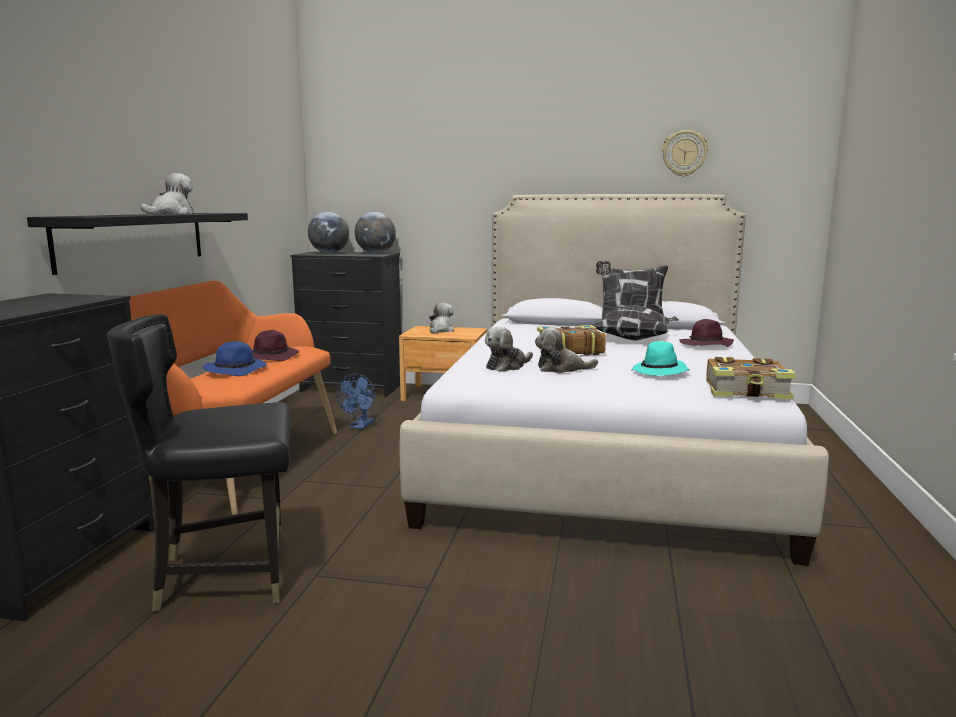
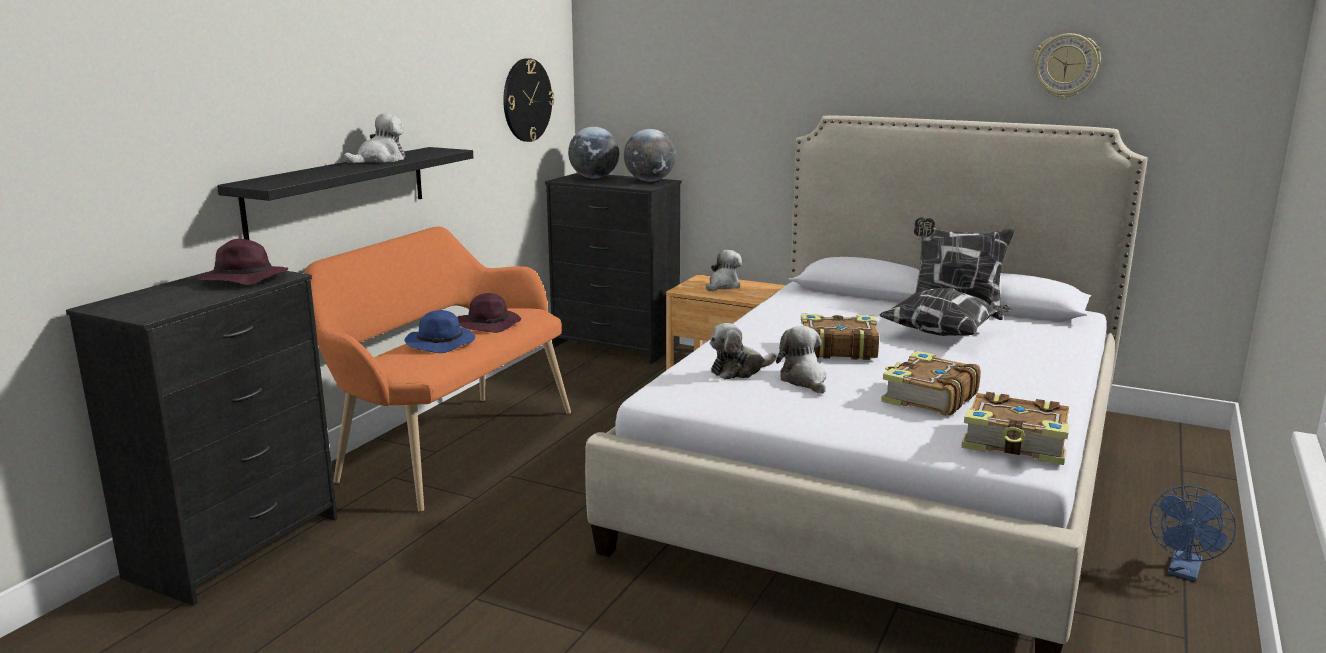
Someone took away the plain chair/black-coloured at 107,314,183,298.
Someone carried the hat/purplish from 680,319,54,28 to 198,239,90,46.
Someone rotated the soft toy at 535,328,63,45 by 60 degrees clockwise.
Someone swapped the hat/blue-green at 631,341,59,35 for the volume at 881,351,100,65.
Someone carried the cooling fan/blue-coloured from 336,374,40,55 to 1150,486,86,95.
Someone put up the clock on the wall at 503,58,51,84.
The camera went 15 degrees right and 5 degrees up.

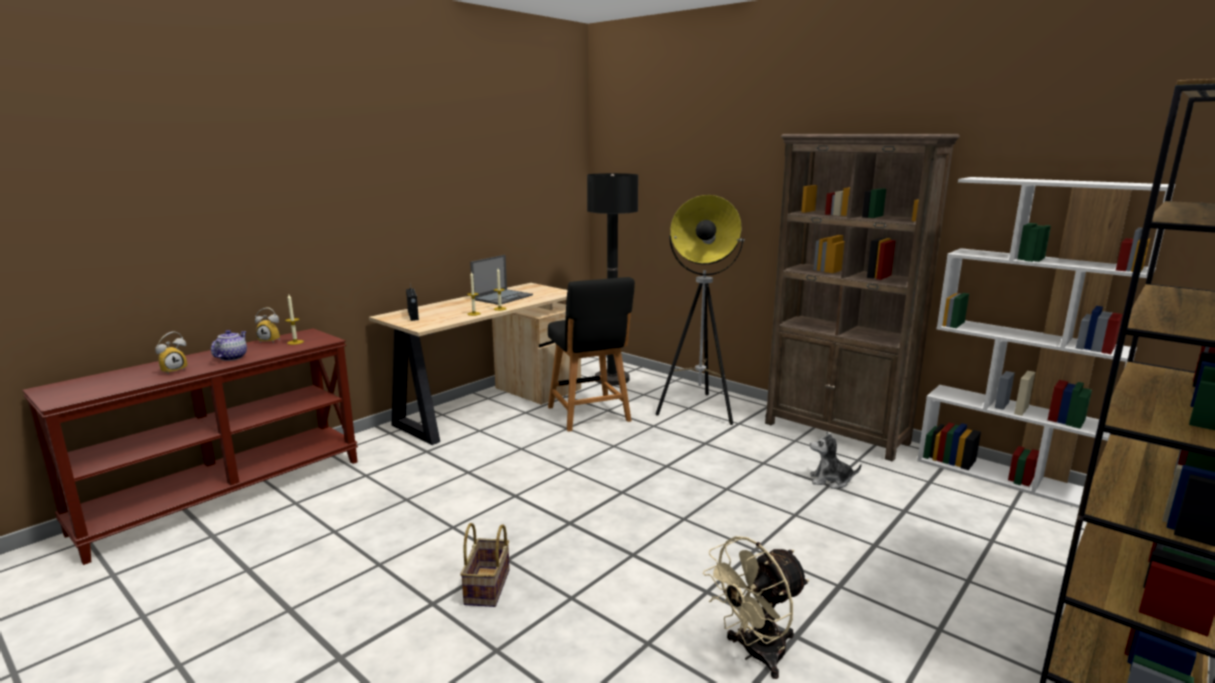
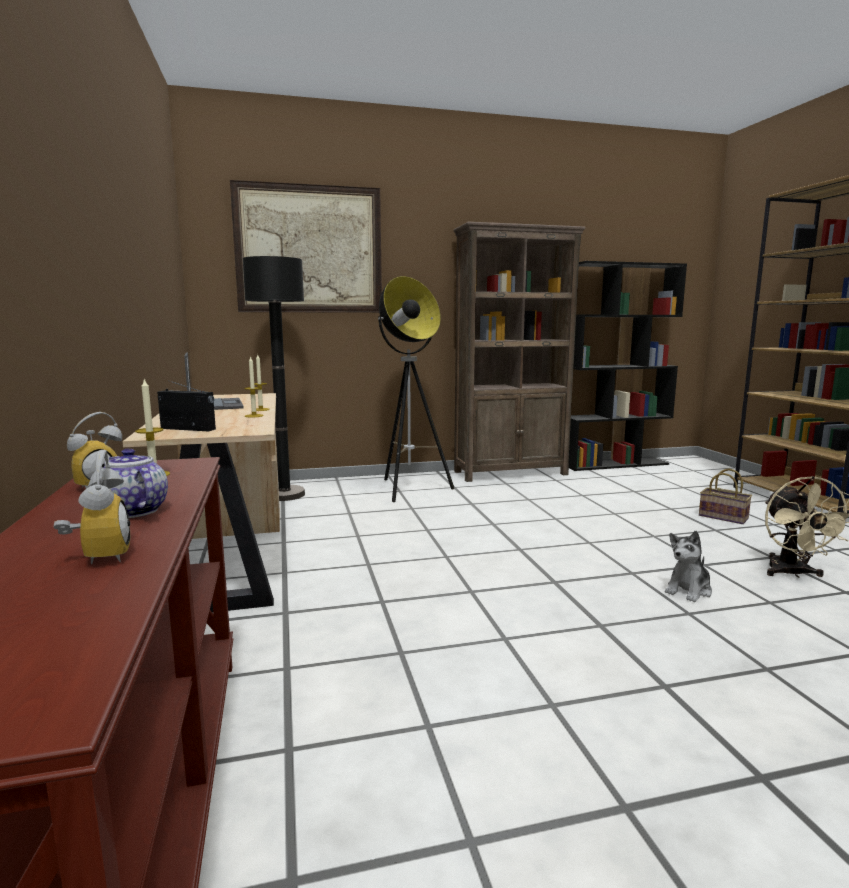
Someone repainted the bookcase/white at 917,177,258,331, which became the bookcase/black-coloured at 568,261,119,210.
Someone took away the plain chair/black-coloured at 548,277,87,155.
Someone carried the soft toy from 810,432,52,57 to 665,531,47,71.
Someone carried the basket from 460,523,50,84 to 699,469,53,55.
Someone put up the wall picture at 230,180,152,133.
The camera went 55 degrees left and 5 degrees down.

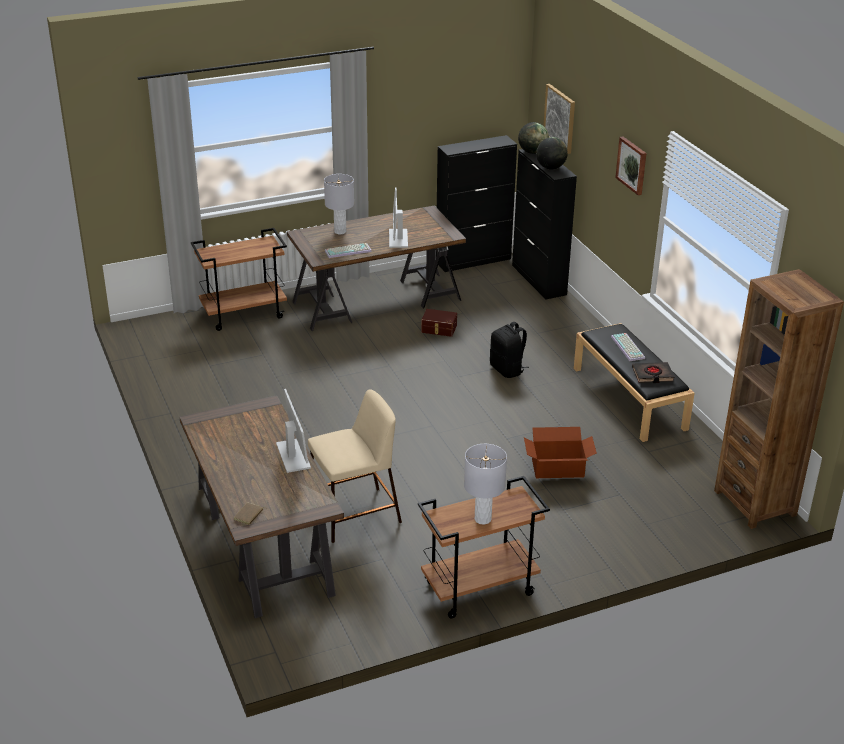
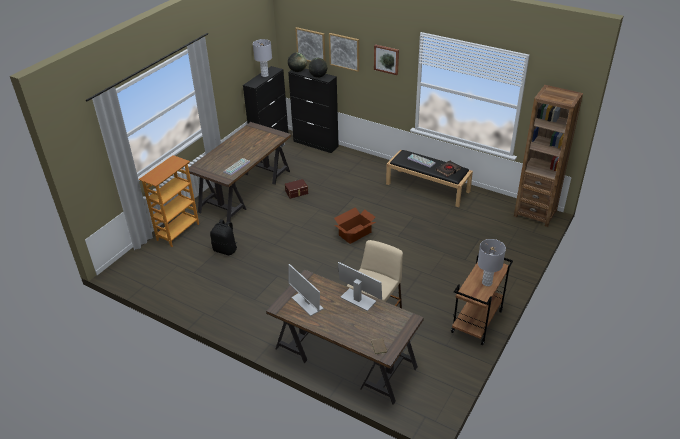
Someone carried the table lamp/gray from 324,174,30,60 to 253,39,19,38.
Someone carried the computer screen from 389,187,19,61 to 288,264,36,52.
Someone swapped the cart/brown-coloured at 191,228,96,103 for the bookcase at 139,155,60,92.
Someone carried the backpack/black-coloured from 490,322,39,56 to 210,219,27,36.
Someone carried the cardboard box from 524,427,73,51 to 334,207,42,37.
Someone put up the wall picture at 329,33,30,39.
The camera went 35 degrees left and 5 degrees up.

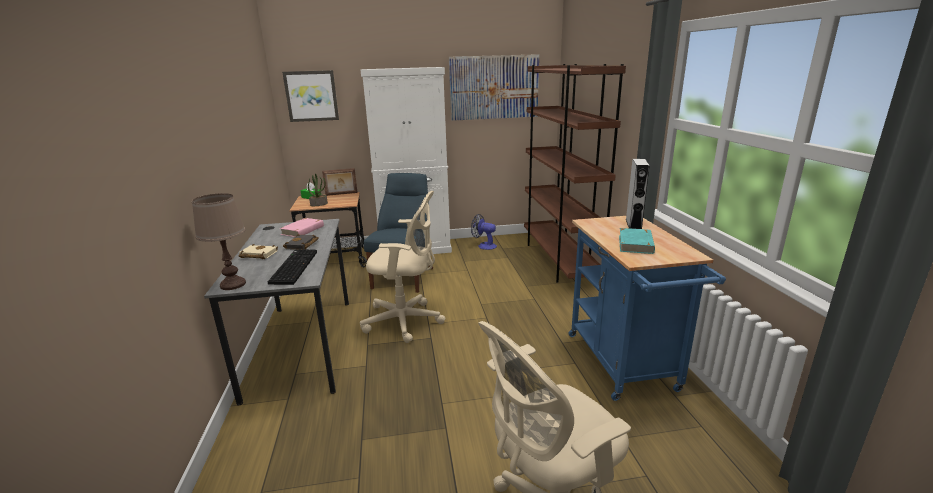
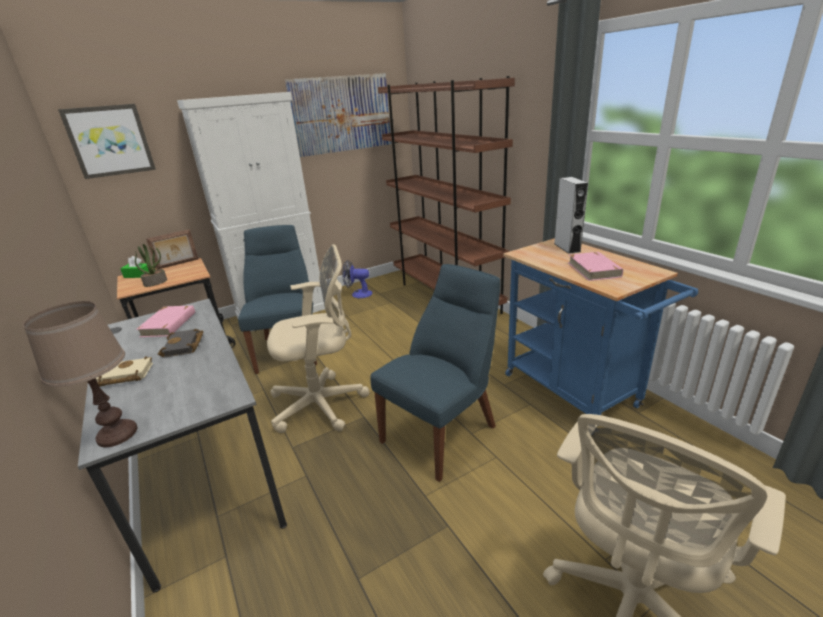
Someone repainted the volume/blue-green at 619,228,36,26, which became the volume/pink-coloured at 568,252,55,29.
Someone took away the computer keyboard at 268,249,49,36.
Someone put down the plain chair/blue-coloured at 370,264,130,218.
The camera went 20 degrees left and 5 degrees up.

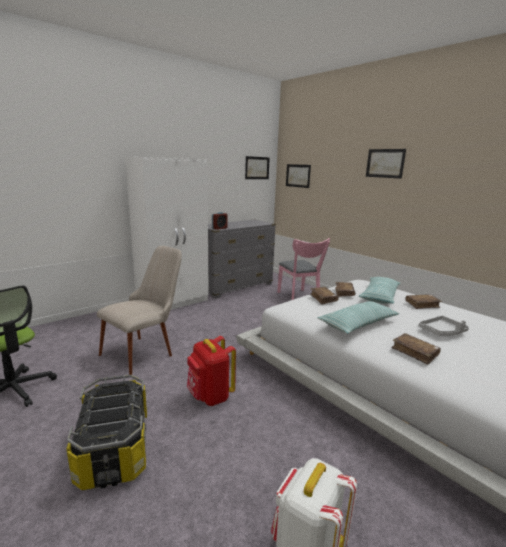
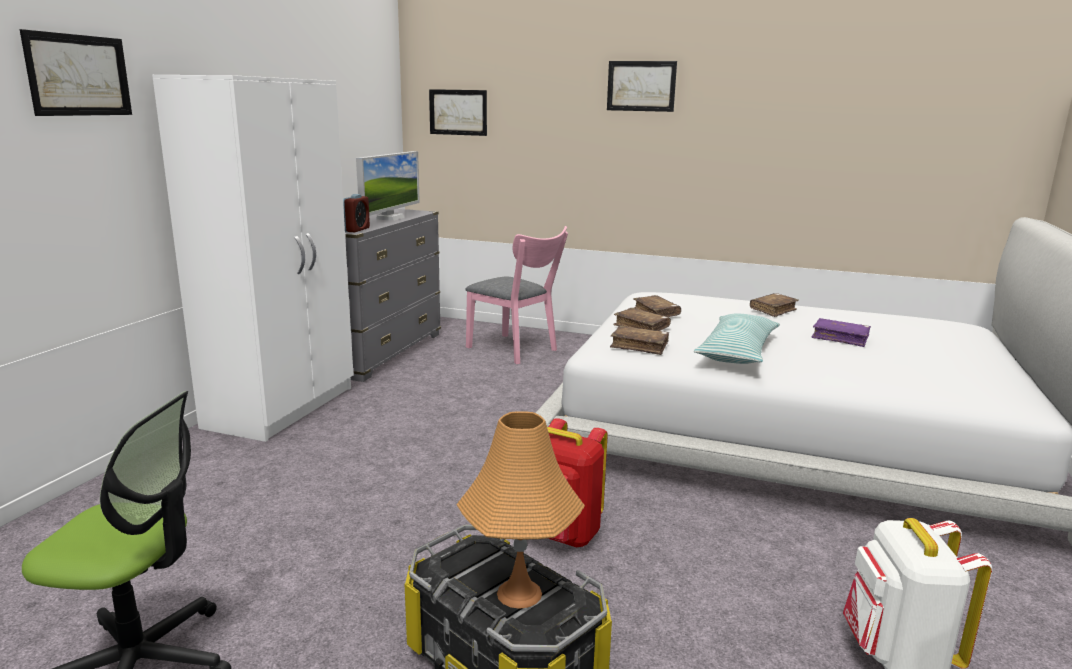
Someone carried the wall picture from 245,156,25,23 to 20,29,112,87.
Someone took away the plain chair/sand-coloured at 97,246,85,129.
Someone took away the cushion at 359,277,42,27.
Someone swapped the serving tray/gray at 419,316,50,20 for the volume/purplish at 812,318,59,29.
Someone carried the volume/brown-coloured from 391,333,50,32 to 610,326,59,29.
Someone put down the computer screen at 356,151,64,70.
Someone put down the table lamp/orange at 456,411,129,198.
The camera went 30 degrees left and 0 degrees up.

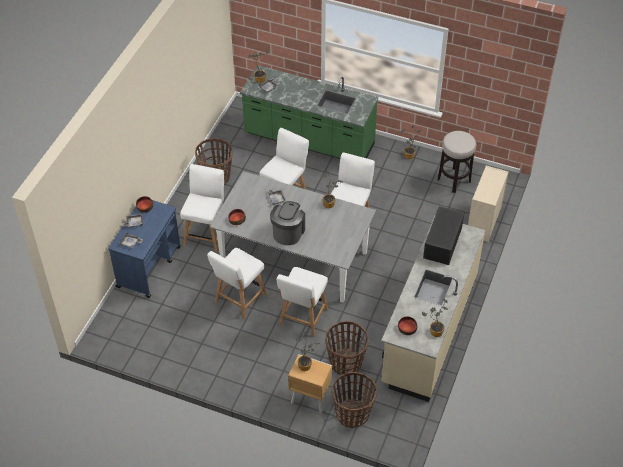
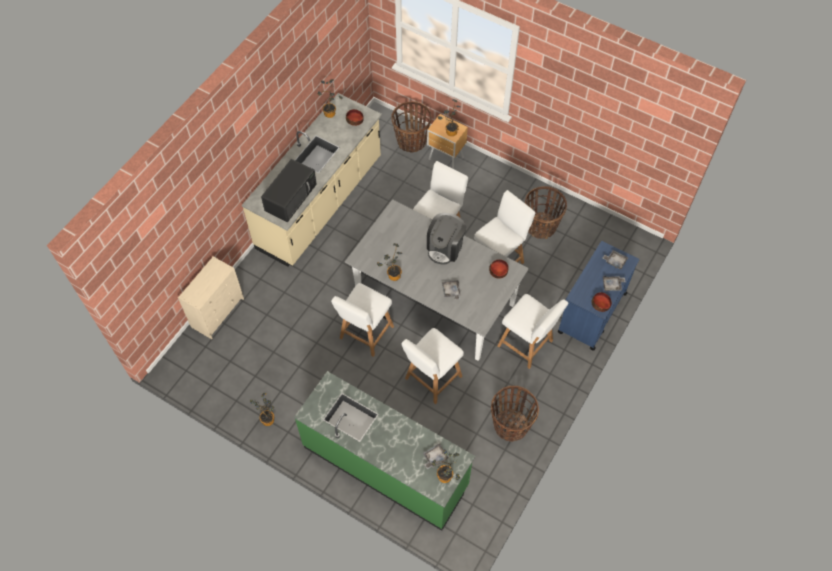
Someone took away the stool seat at 438,131,38,62.
Someone rotated the plain chair/white at 180,164,44,88 by 75 degrees counterclockwise.
Someone carried the basket from 325,321,44,54 to 525,186,42,53.
The camera went 170 degrees left and 10 degrees up.

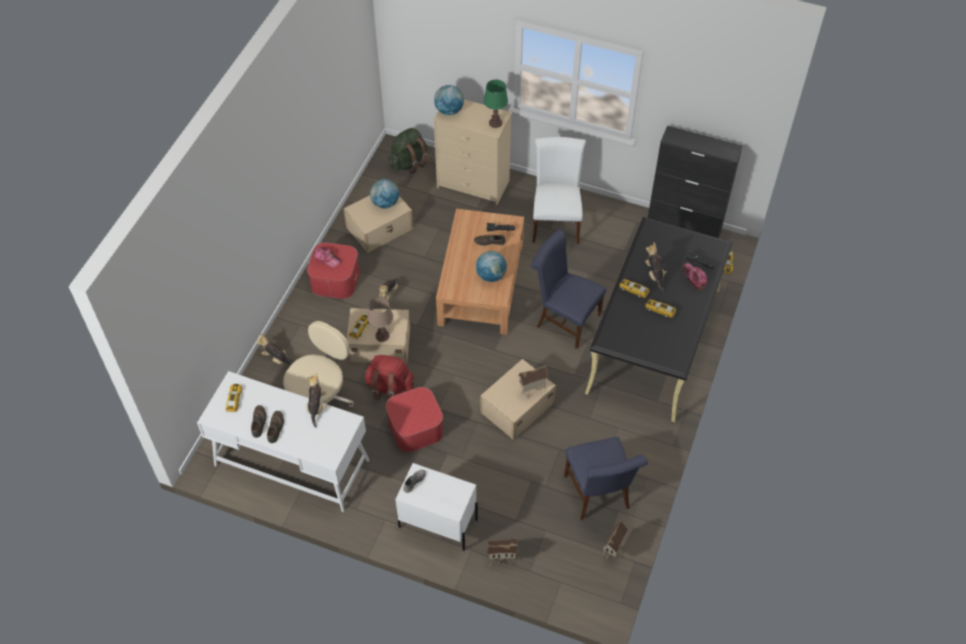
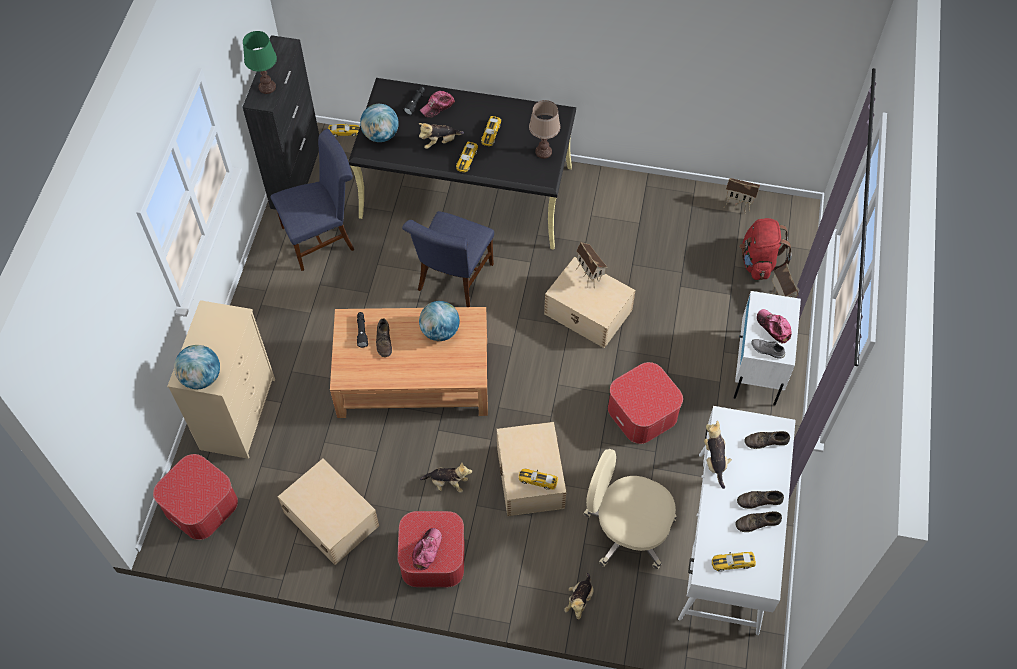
Someone carried the table lamp/greenish from 484,80,24,48 to 243,31,34,63.
Someone swapped the backpack/greenish at 389,128,39,46 for the ottoman at 153,454,85,86.
Someone took away the plain chair/white at 533,137,53,107.
Someone carried the desk globe from 370,179,29,29 to 360,104,39,38.
Someone carried the table lamp/brown-coloured from 367,297,26,45 to 529,100,31,59.
Someone carried the backpack/red from 364,355,50,45 to 739,218,53,62.
Someone rotated the soft toy at 306,373,21,55 by 90 degrees clockwise.
Someone carried the plain chair/blue-coloured from 564,437,84,83 to 271,129,83,142.
Someone put down the baseball cap at 757,309,35,35.
Someone put down the shoe/brown-coloured at 744,431,46,18.
The camera went 100 degrees left and 5 degrees up.

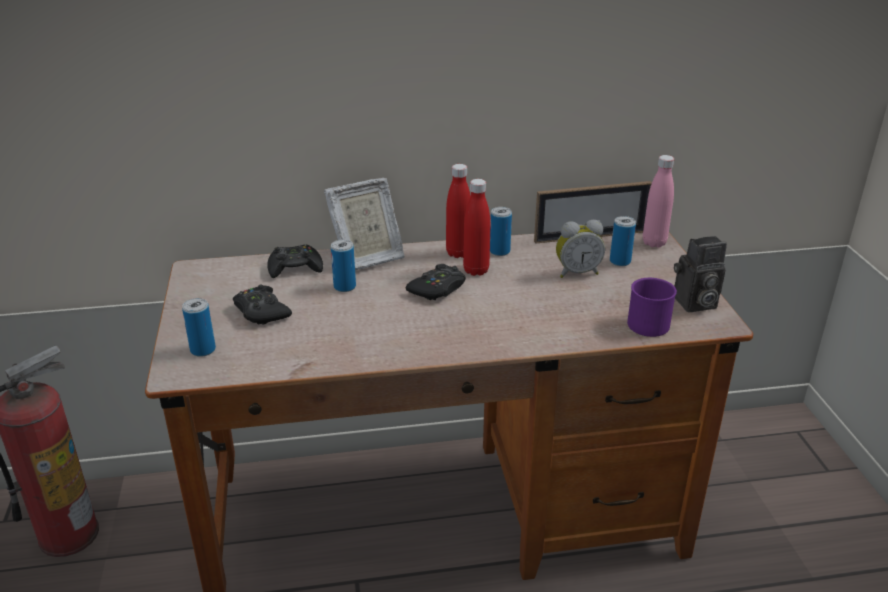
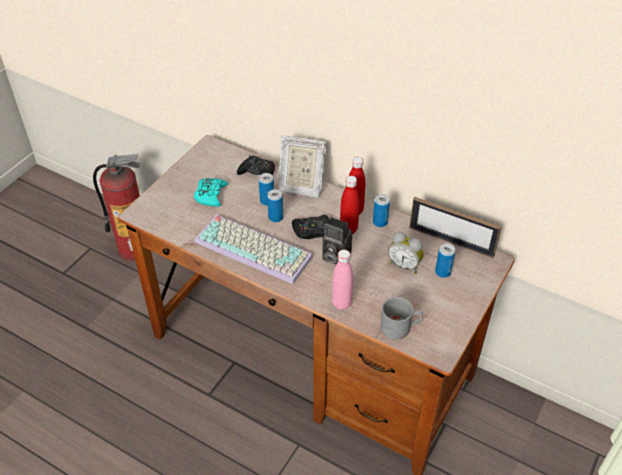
Someone carried the beverage bottle/pink-coloured from 643,155,31,93 to 332,250,21,60.
Someone carried the still camera from 674,236,53,76 to 322,217,30,47.
Someone repainted the mug/purplish at 627,278,50,59, which became the mug/gray at 380,297,44,43.
Someone repainted the joypad/black-coloured at 233,285,59,40, which became the joypad/blue-green at 194,178,34,29.
Someone carried the sealed can from 182,298,34,59 to 267,189,16,33.
Someone put down the computer keyboard at 195,215,118,69.
The camera went 40 degrees right and 15 degrees up.

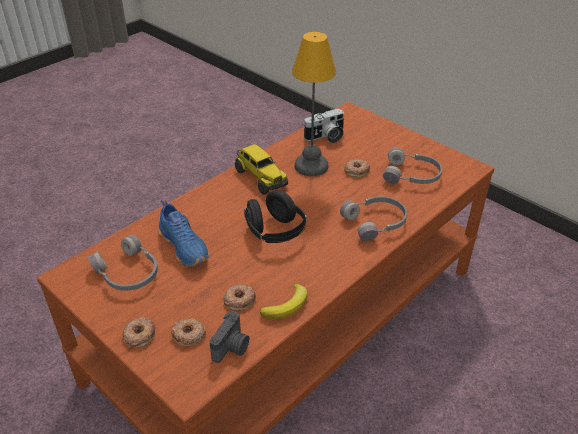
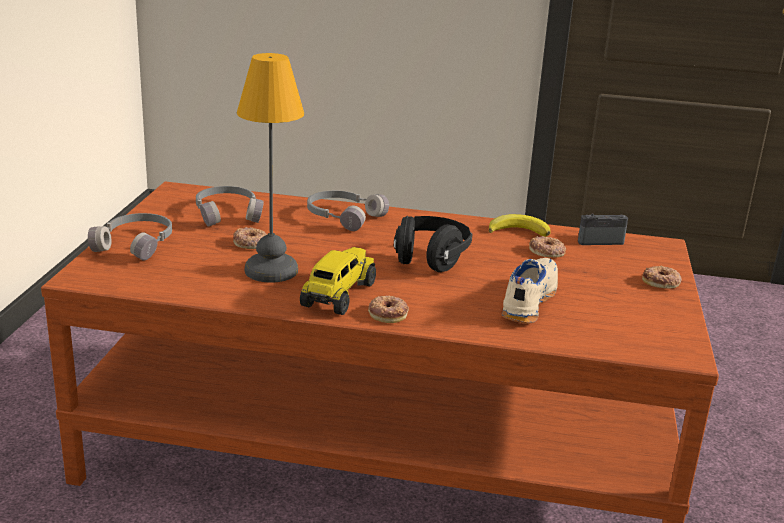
Someone took away the still camera at 303,108,41,35.
Someone repainted the shoe/blue-coloured at 158,199,51,68, which became the shoe/sand-coloured at 501,258,57,66.
Someone carried the headset/gray from 88,234,70,57 to 88,213,84,48.
Someone carried the doughnut from 171,318,35,28 to 368,296,41,27.
The camera went 125 degrees left and 15 degrees down.

